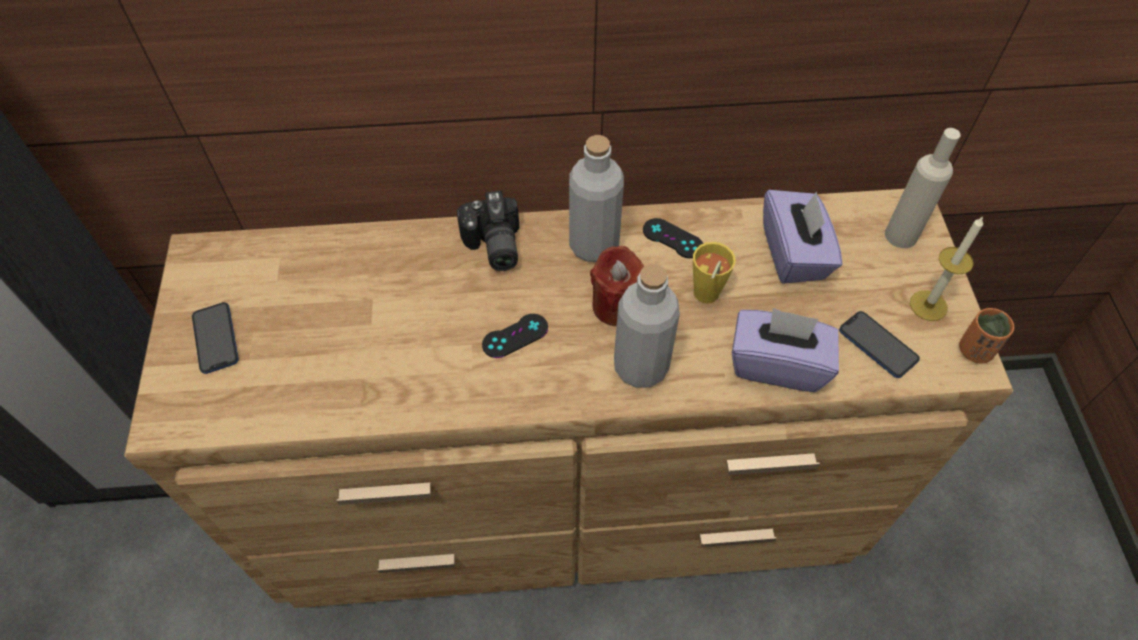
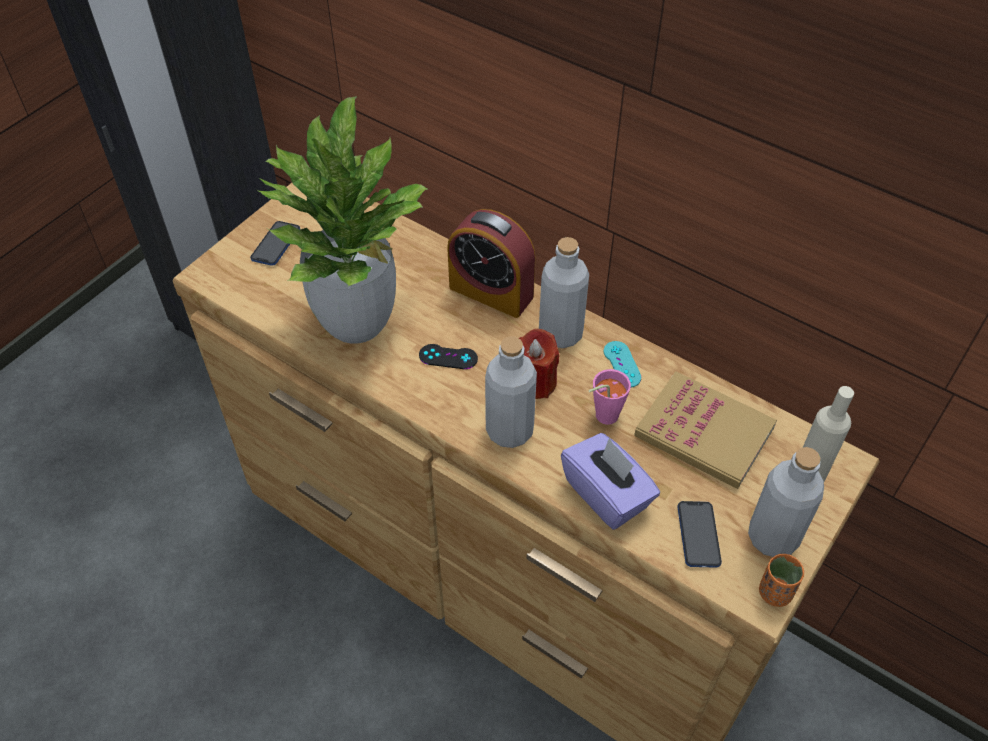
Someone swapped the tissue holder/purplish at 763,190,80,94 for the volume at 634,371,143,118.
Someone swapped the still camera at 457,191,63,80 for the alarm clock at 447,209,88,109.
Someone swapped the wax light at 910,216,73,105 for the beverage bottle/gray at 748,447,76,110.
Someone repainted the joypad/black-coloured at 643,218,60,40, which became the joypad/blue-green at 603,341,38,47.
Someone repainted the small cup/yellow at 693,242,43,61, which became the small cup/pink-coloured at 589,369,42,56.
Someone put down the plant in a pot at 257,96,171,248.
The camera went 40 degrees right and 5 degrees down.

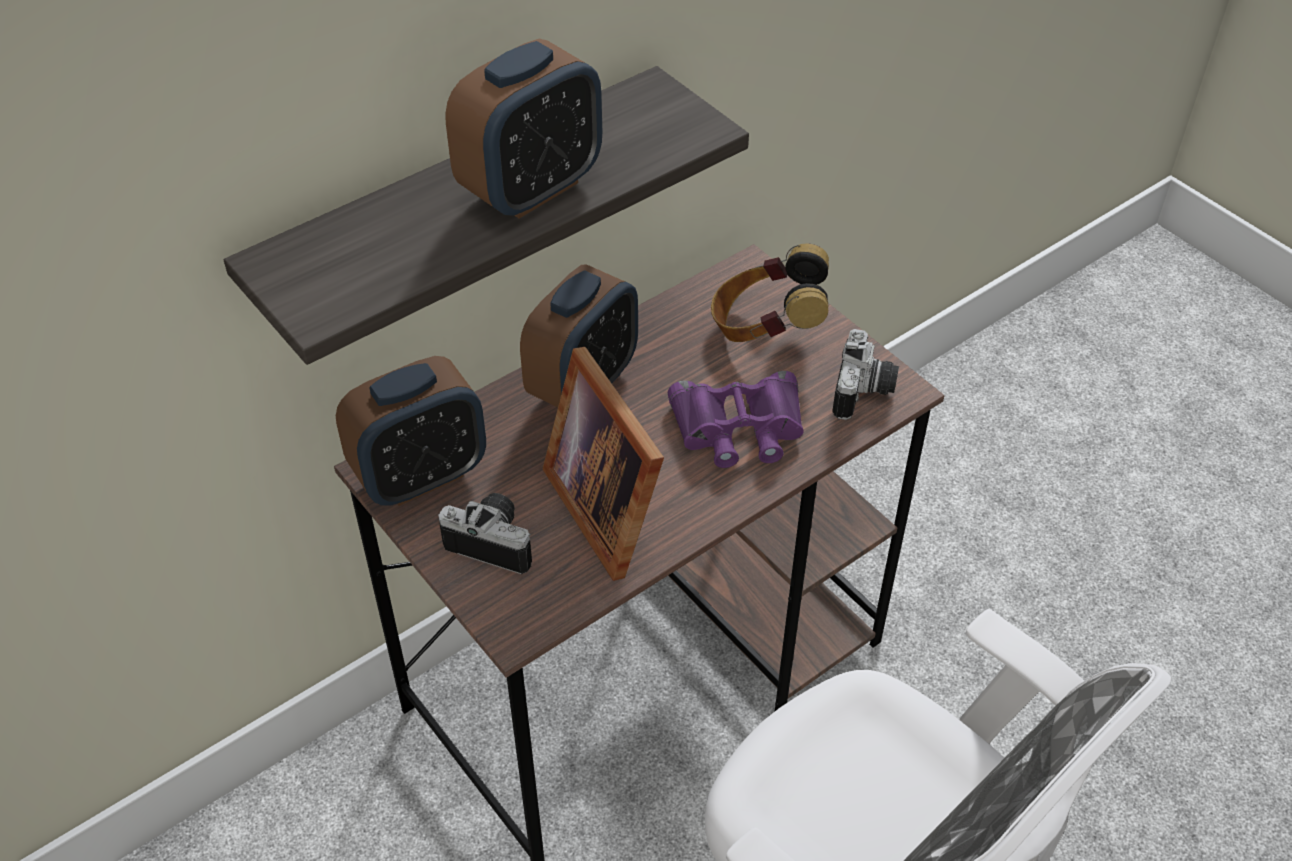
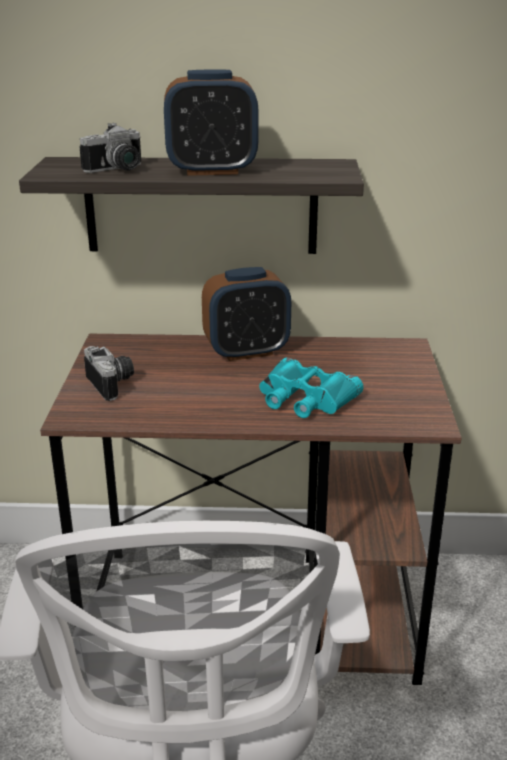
Someone took away the headset at 711,243,118,99.
Someone carried the still camera from 832,329,67,91 to 79,123,62,50.
Someone took away the picture frame at 543,347,121,234.
Someone took away the alarm clock at 336,356,150,150.
Someone repainted the binoculars/purplish at 668,371,136,97, which became the binoculars/blue-green at 259,357,104,61.
The camera went 40 degrees right and 20 degrees down.

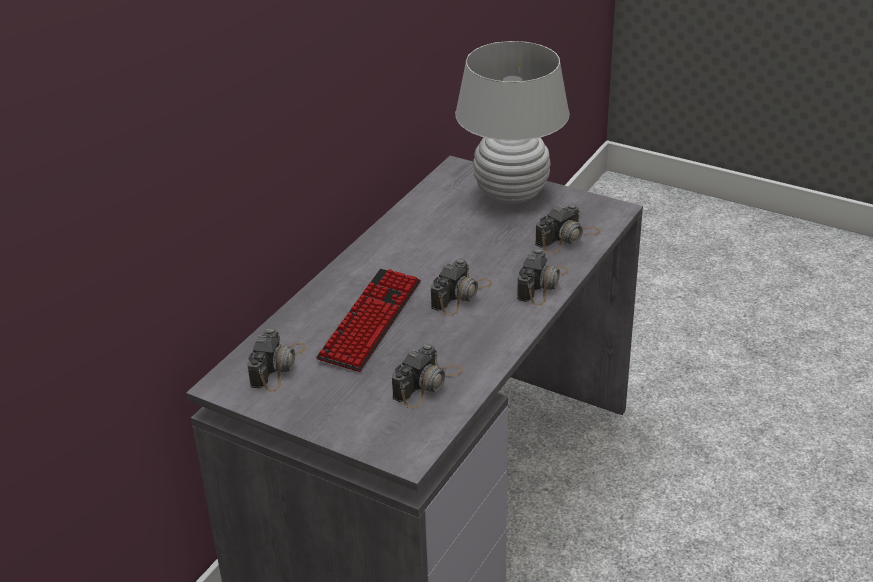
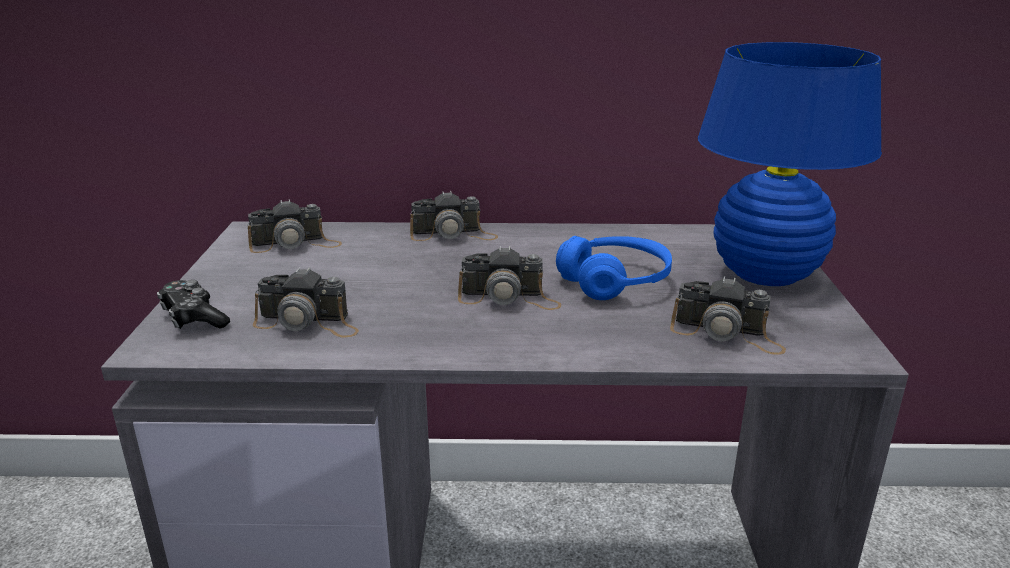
Someone repainted the table lamp/white at 455,41,115,163, which became the table lamp/blue-coloured at 698,42,184,244.
Someone carried the still camera from 517,248,51,57 to 410,191,88,50.
Someone took away the computer keyboard at 316,269,105,103.
Someone put down the headset/blue-coloured at 556,236,116,64.
Someone put down the joypad at 157,280,73,49.
The camera went 60 degrees right and 10 degrees down.

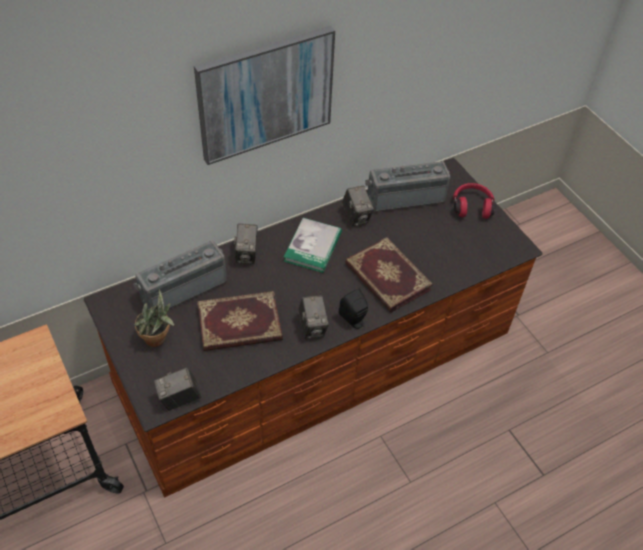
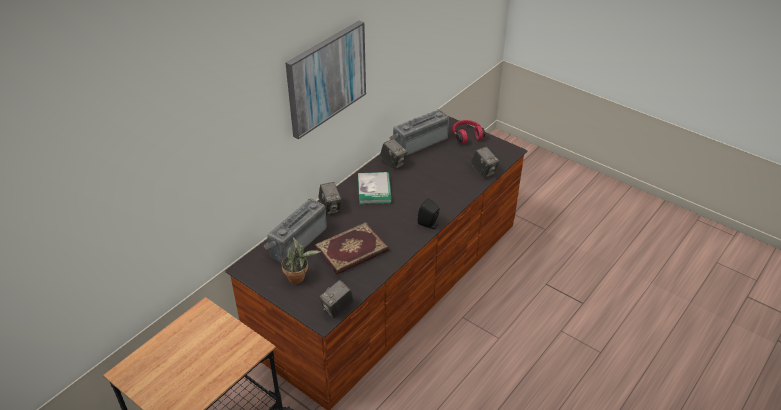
Someone took away the volume at 345,237,88,76.
Someone carried the still camera from 298,295,31,44 to 471,147,28,31.
The camera went 20 degrees left and 10 degrees down.

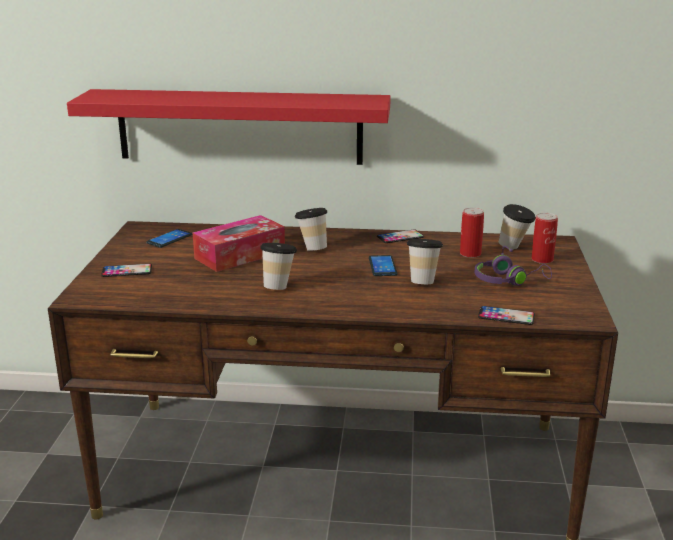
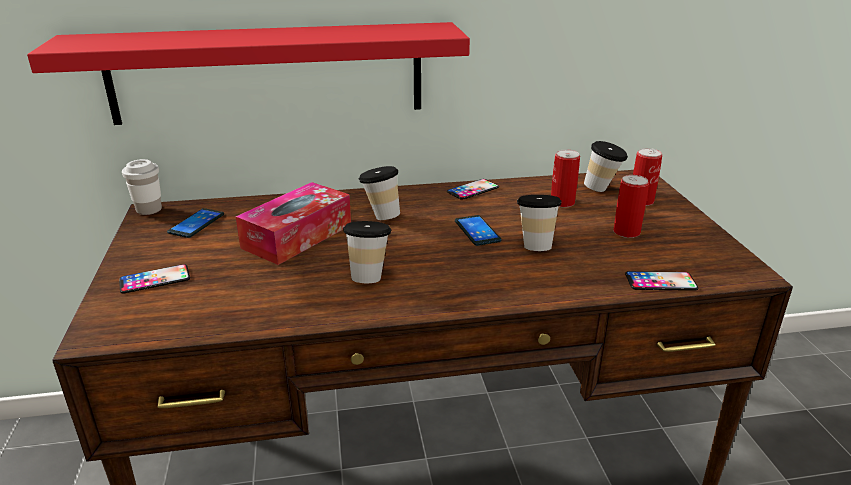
Someone swapped the headset/purplish at 475,246,77,40 for the sealed can at 613,175,36,63.
Someone put down the small cup/white at 122,159,40,56.
The camera went 15 degrees left and 5 degrees up.

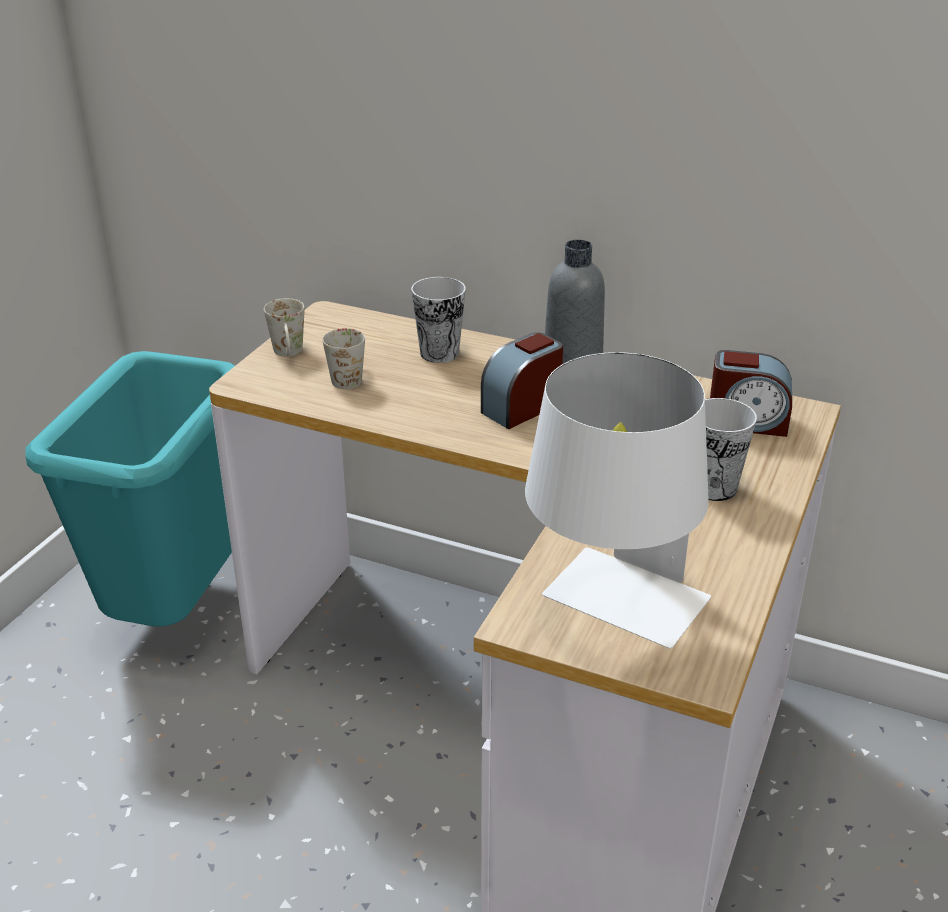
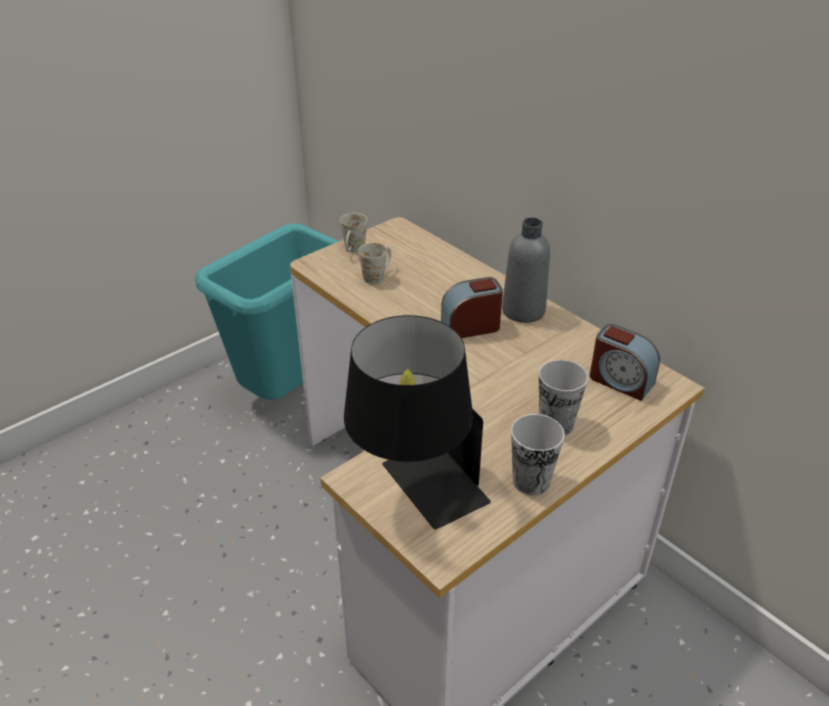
Someone carried the small cup from 411,277,55,86 to 511,414,54,81.
Someone repainted the table lamp/white at 525,352,186,296, which became the table lamp/black-coloured at 344,315,147,215.
The camera went 25 degrees right and 5 degrees up.

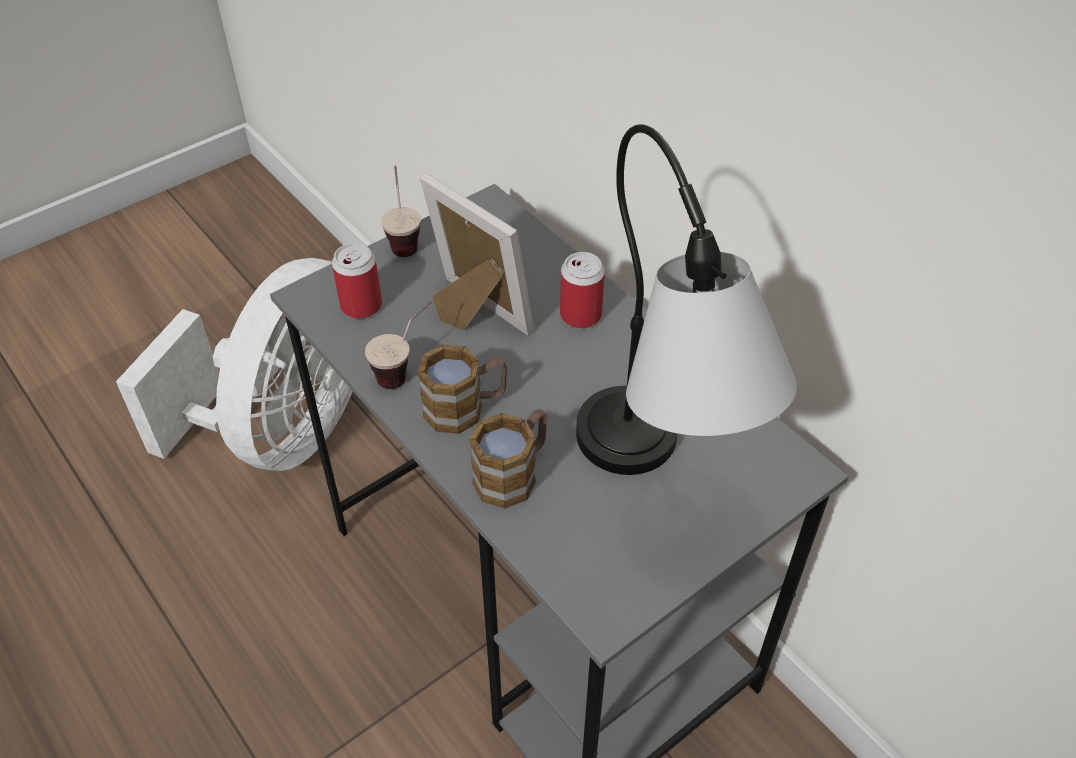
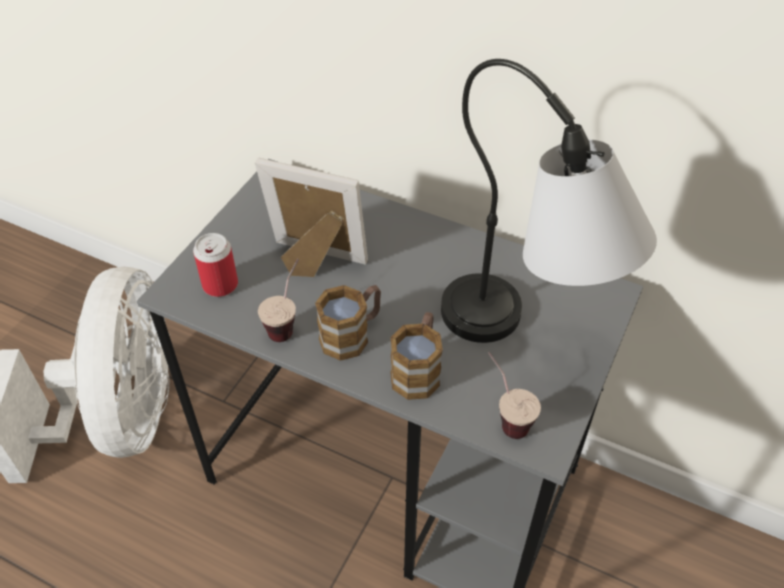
Someone carried the small cup from 381,165,40,92 to 488,352,53,87.
Someone took away the sealed can at 560,252,45,76.
The camera went 25 degrees left and 0 degrees up.

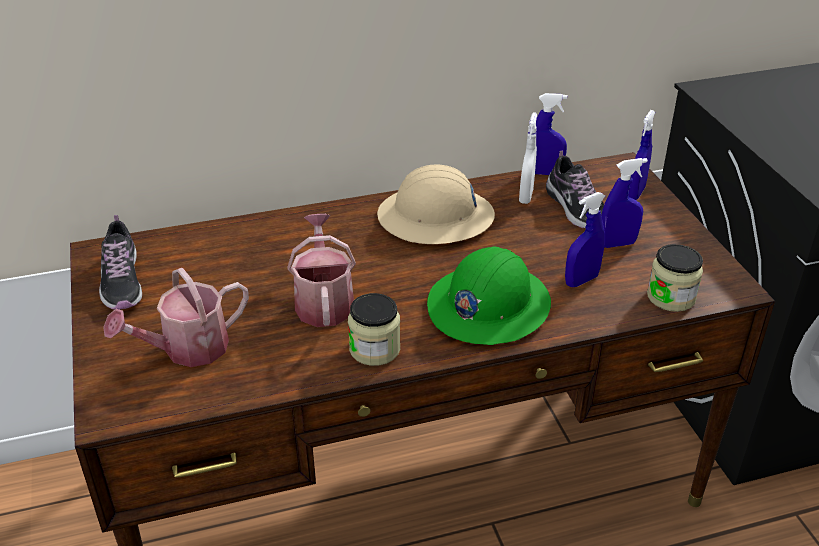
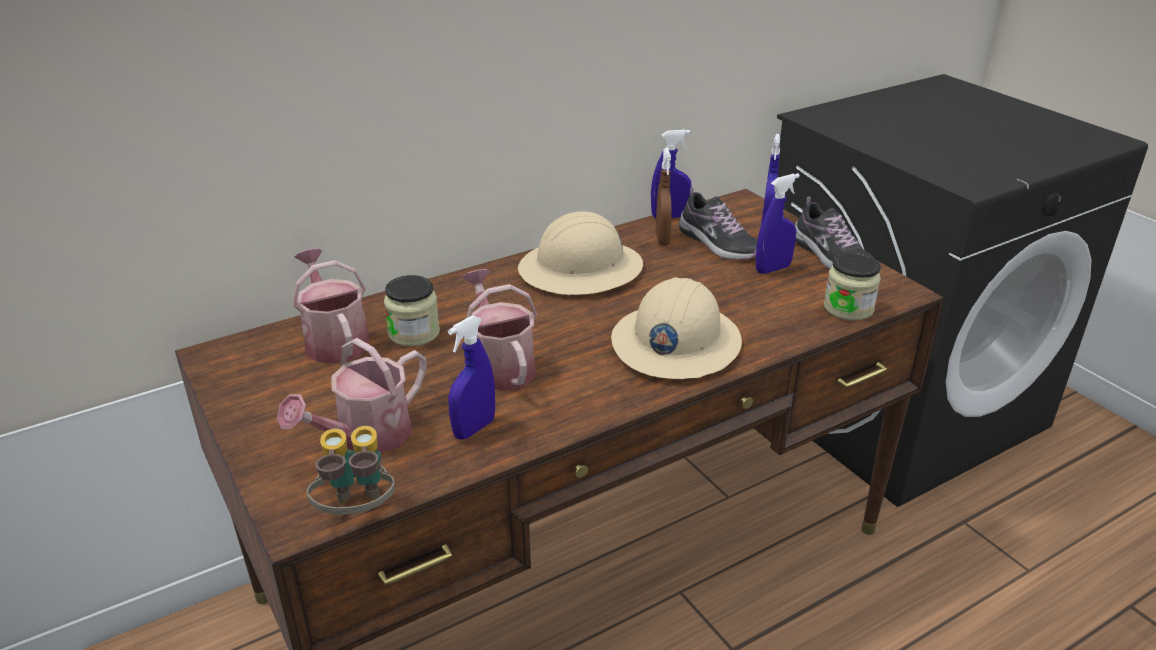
Someone repainted the spray bottle/white at 519,112,18,92, which became the spray bottle/brown-coloured at 655,148,17,98.
Someone carried the spray bottle/blue-coloured from 565,192,40,95 to 448,316,47,124.
Someone carried the shoe from 99,215,43,95 to 795,196,79,73.
Someone repainted the work helmet/greenish at 427,247,124,98, which became the work helmet/sand-coloured at 611,277,131,102.
Someone carried the storage jar from 348,293,52,73 to 384,275,56,71.
Someone put down the sprinkling can at 292,248,77,115.
Someone put down the binoculars at 307,426,88,88.
The camera went 15 degrees left and 5 degrees down.

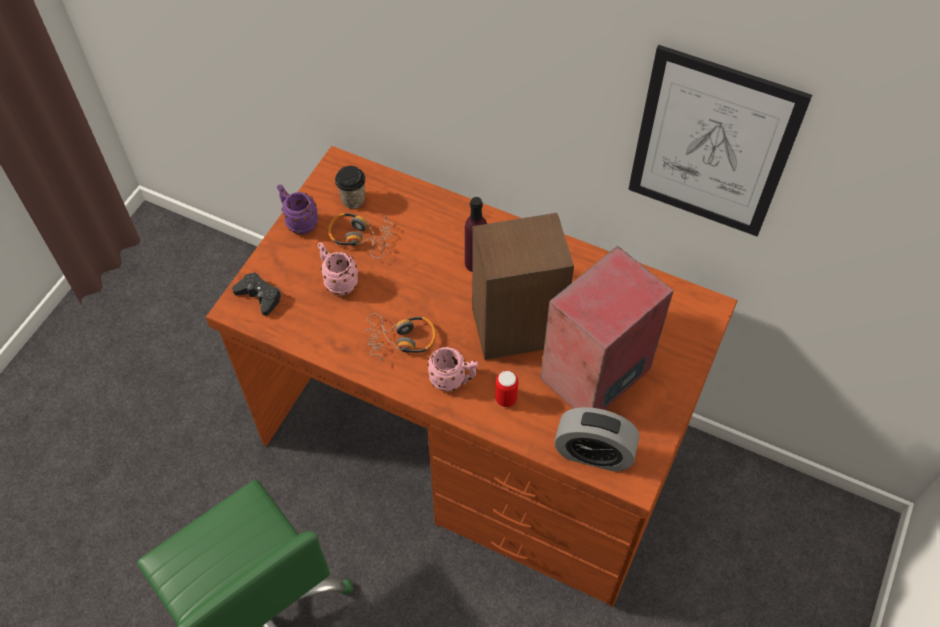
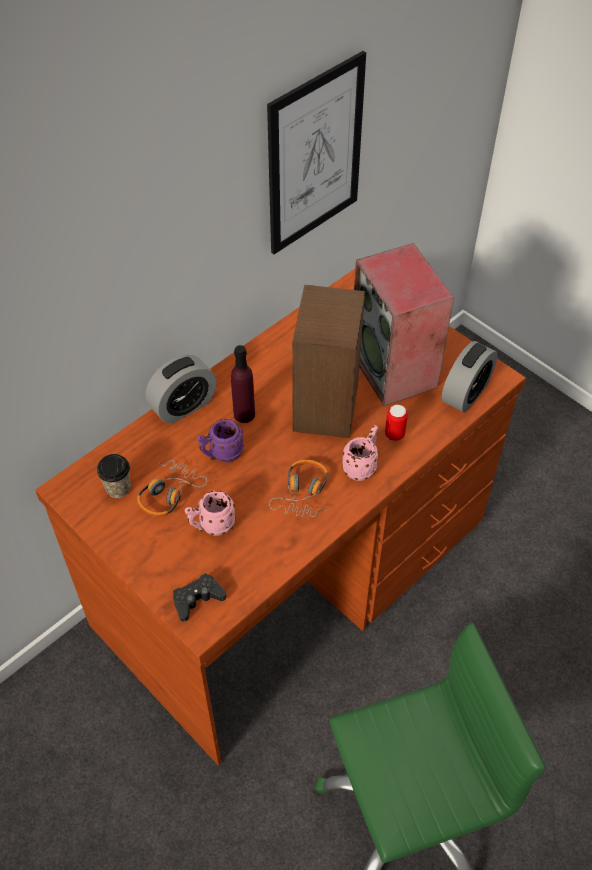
Someone carried the mug/purplish from 277,184,41,51 to 197,419,47,44.
Someone put down the alarm clock at 146,355,71,69.
The camera went 70 degrees left and 5 degrees down.

